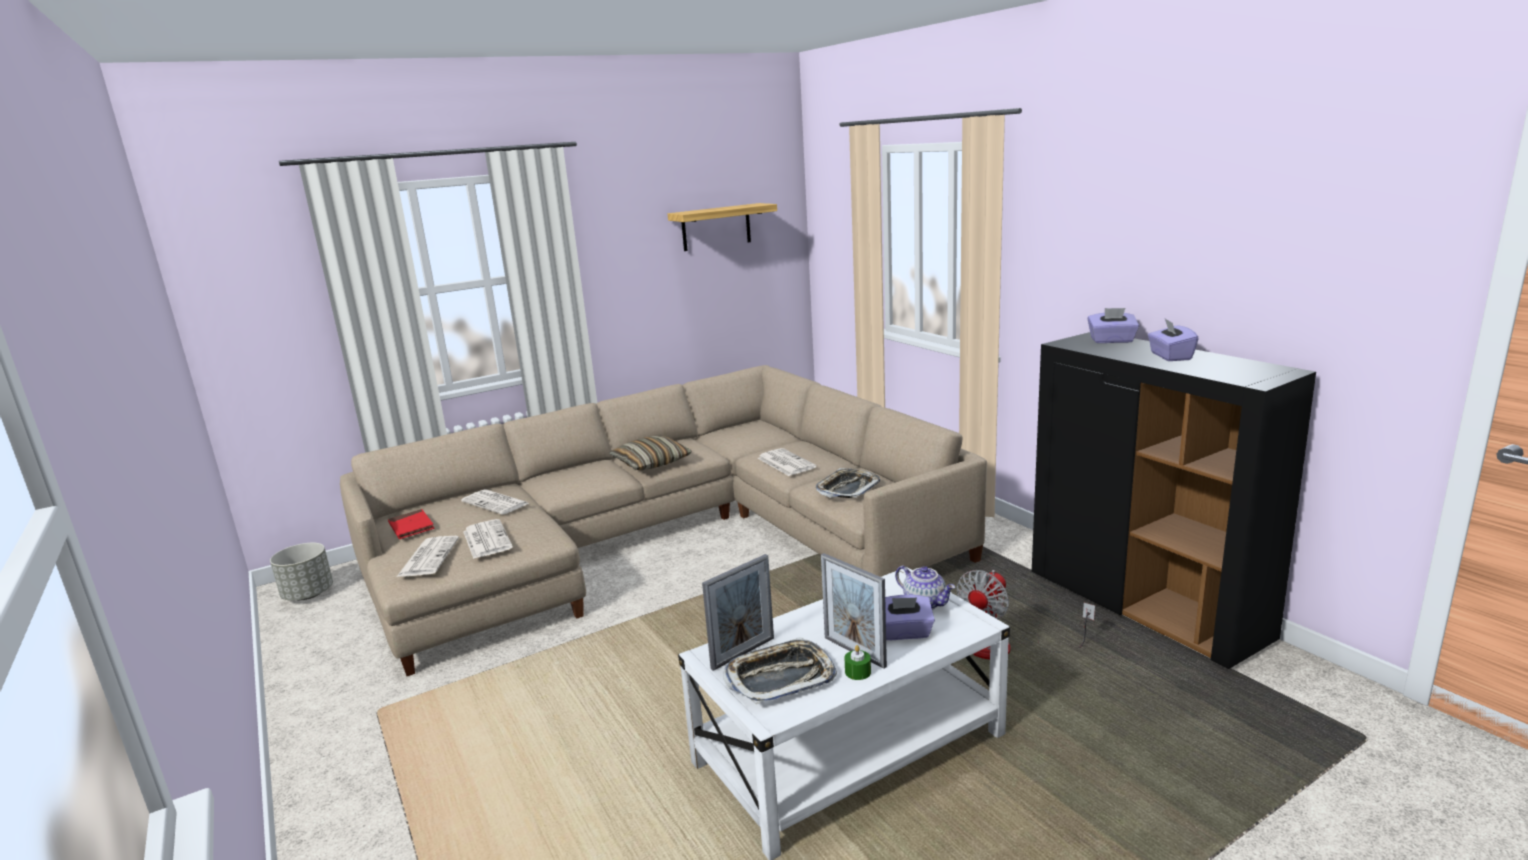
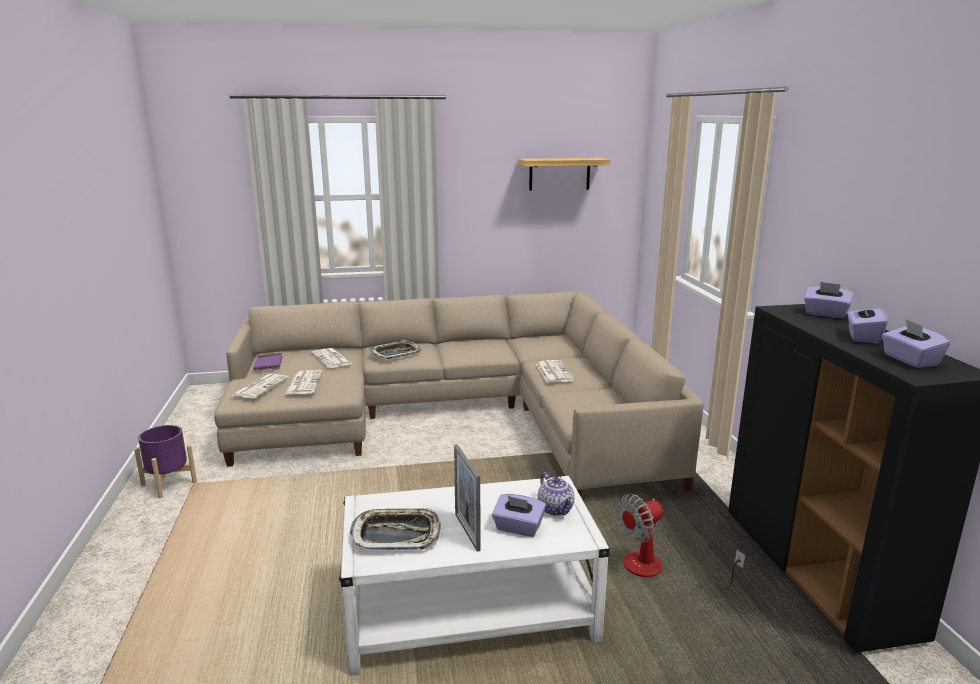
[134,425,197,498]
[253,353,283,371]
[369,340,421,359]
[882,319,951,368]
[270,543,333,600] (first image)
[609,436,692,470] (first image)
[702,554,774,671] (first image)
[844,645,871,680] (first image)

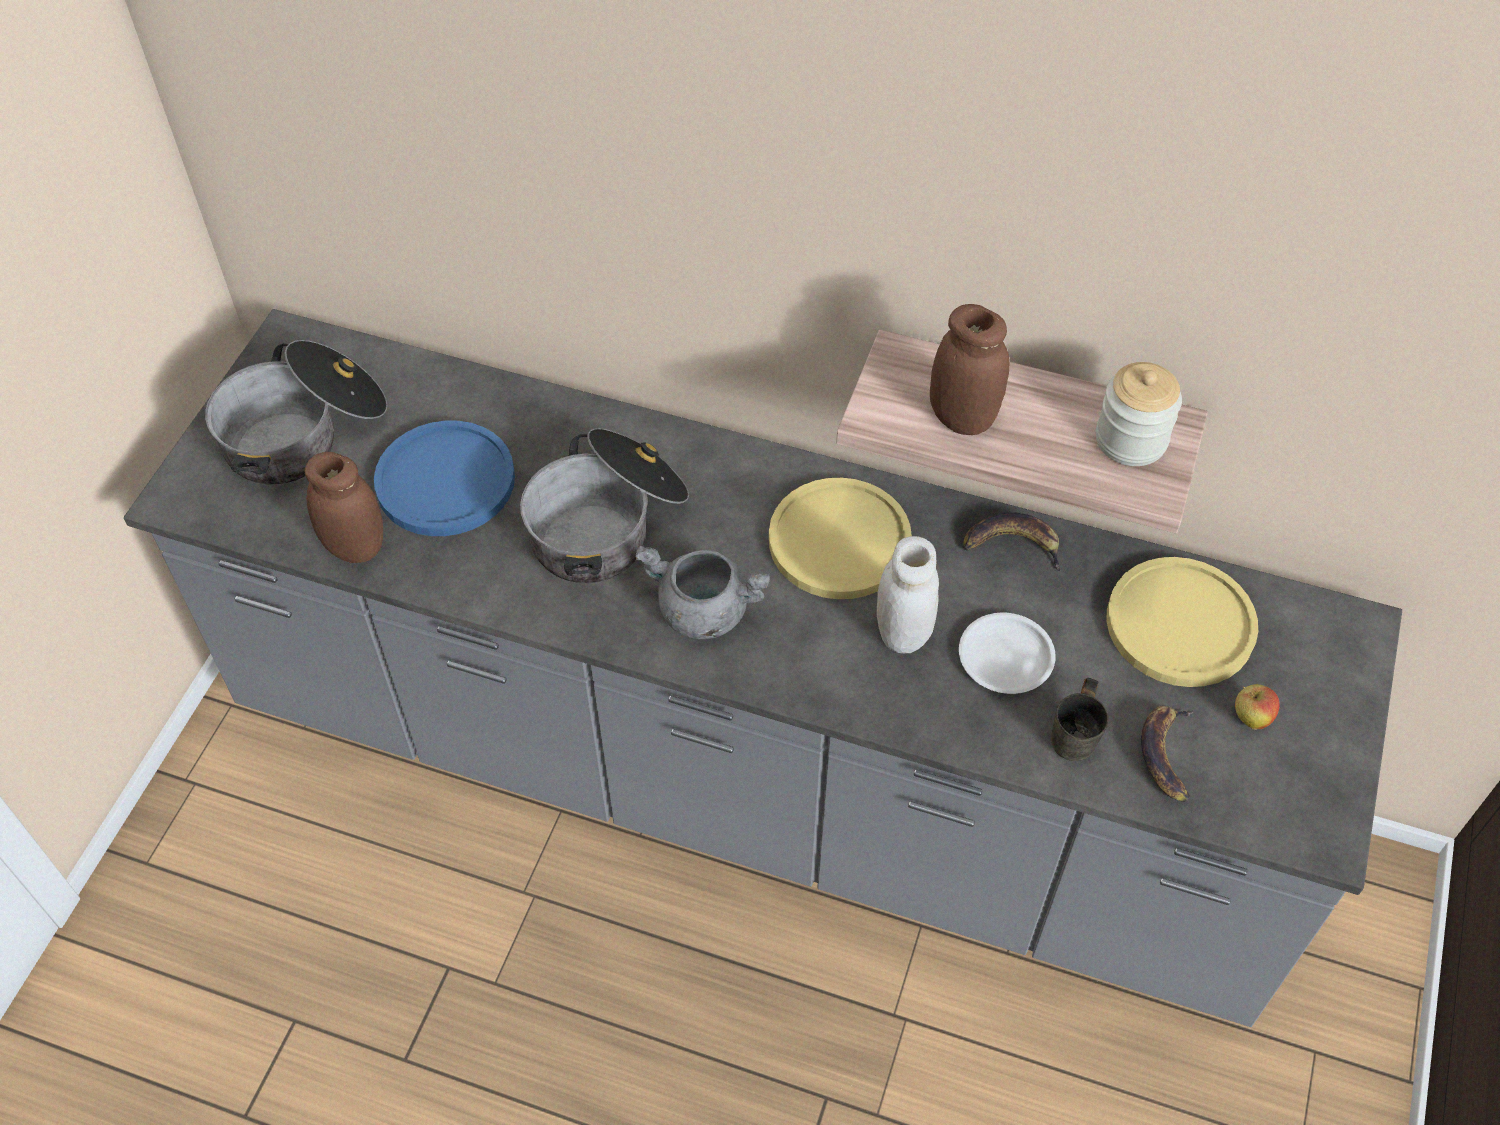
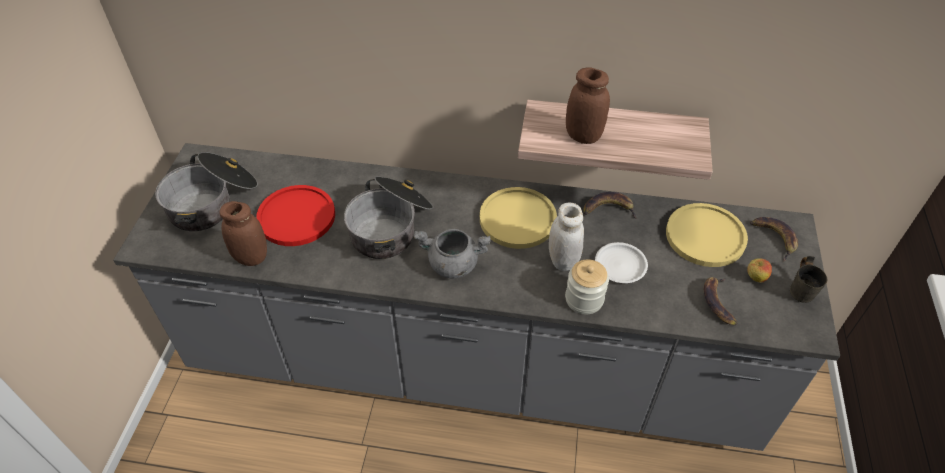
[256,185,335,246]
[565,259,609,314]
[750,217,798,262]
[790,256,827,303]

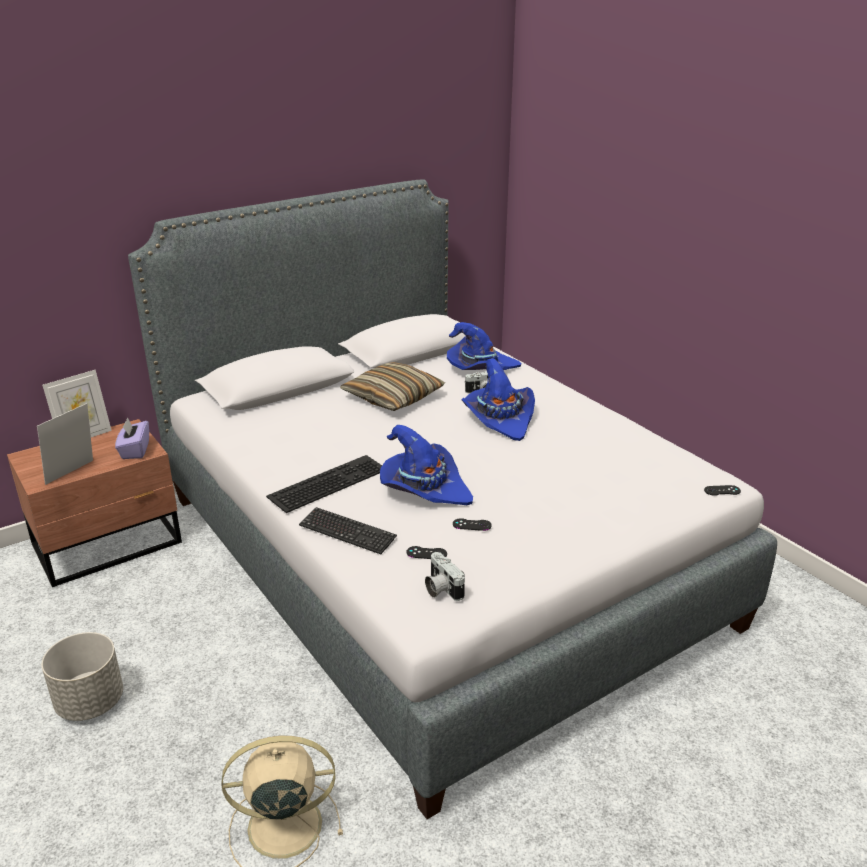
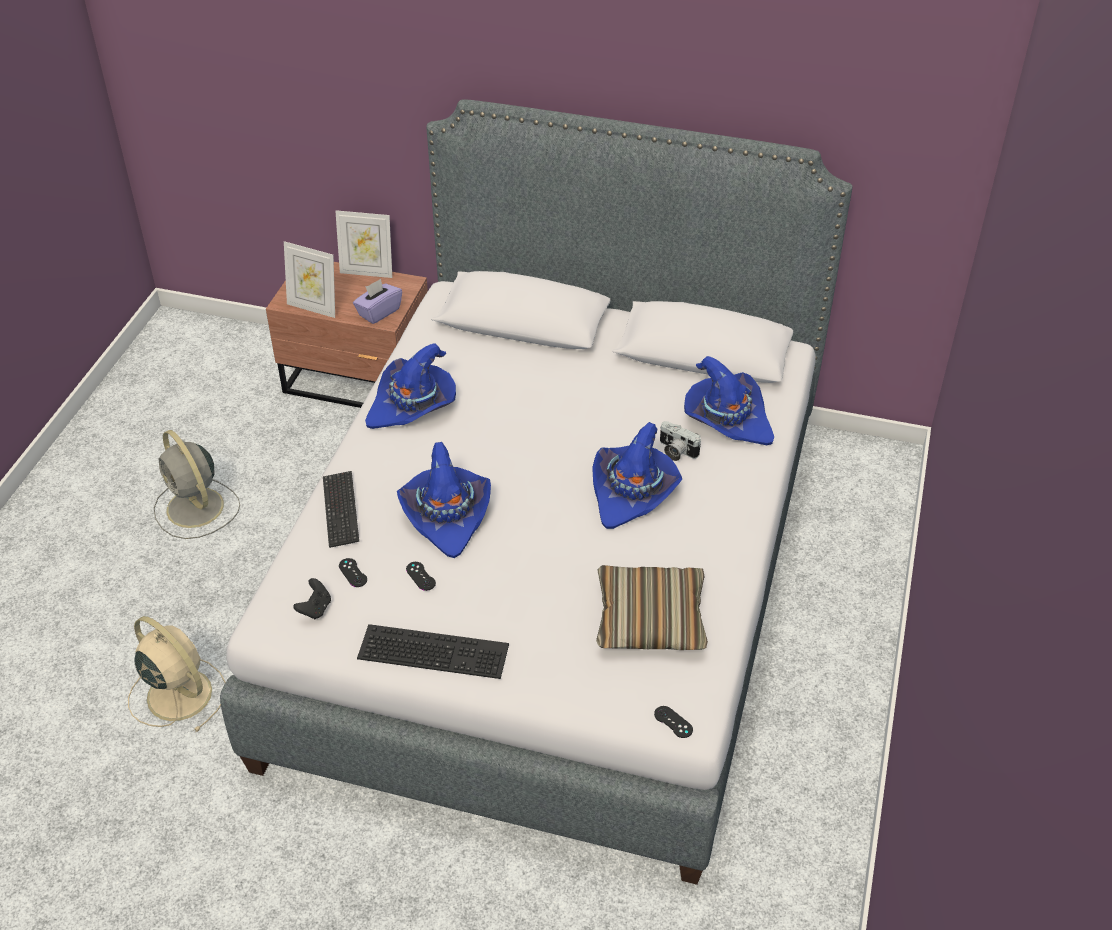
[154,430,240,539]
[284,241,335,318]
[293,578,331,619]
[357,624,509,679]
[365,343,456,429]
[596,565,708,650]

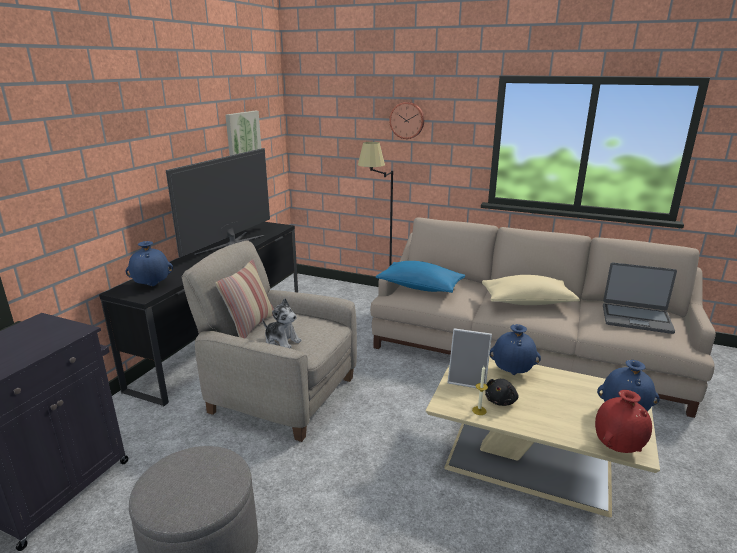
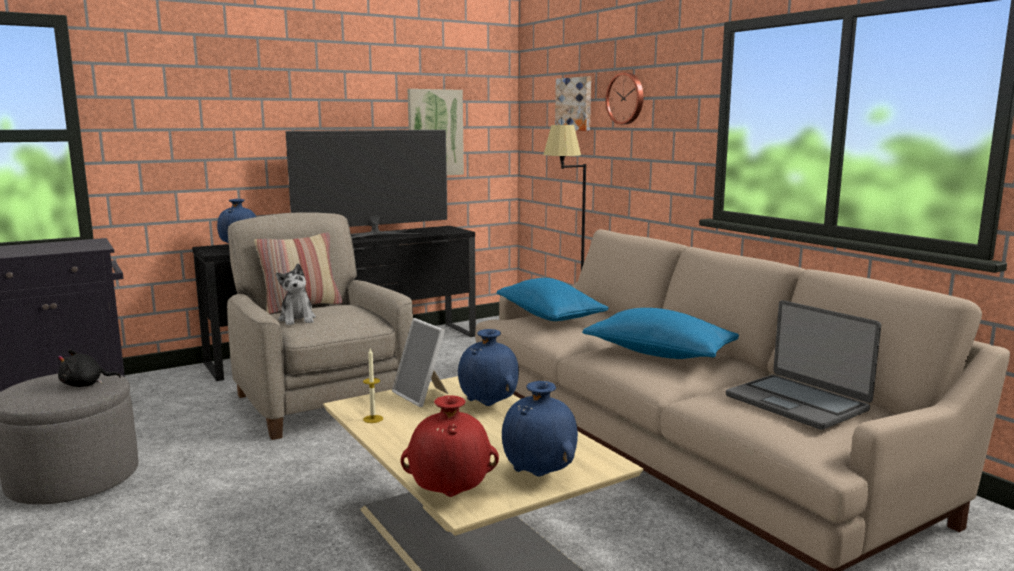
[58,350,121,387]
[555,76,591,131]
[582,308,739,359]

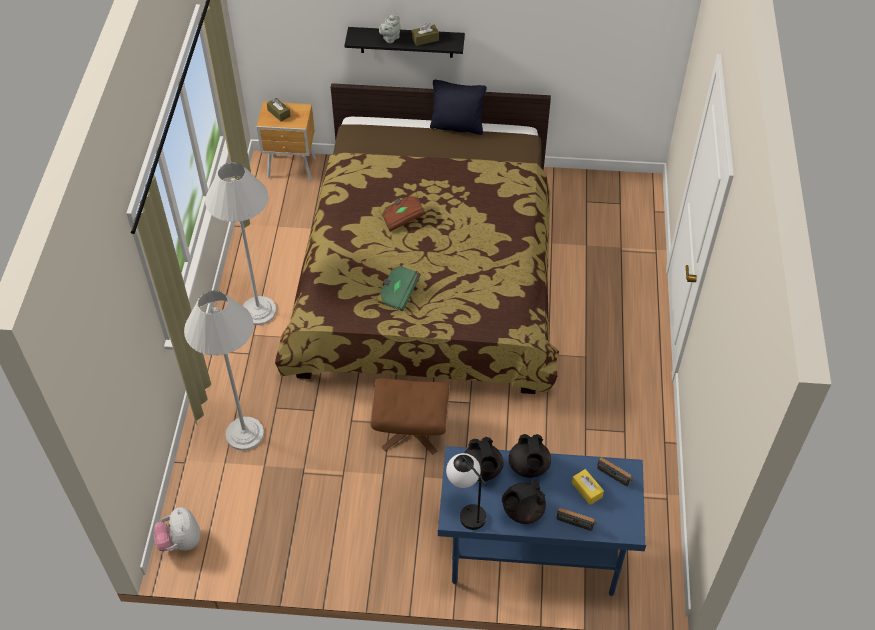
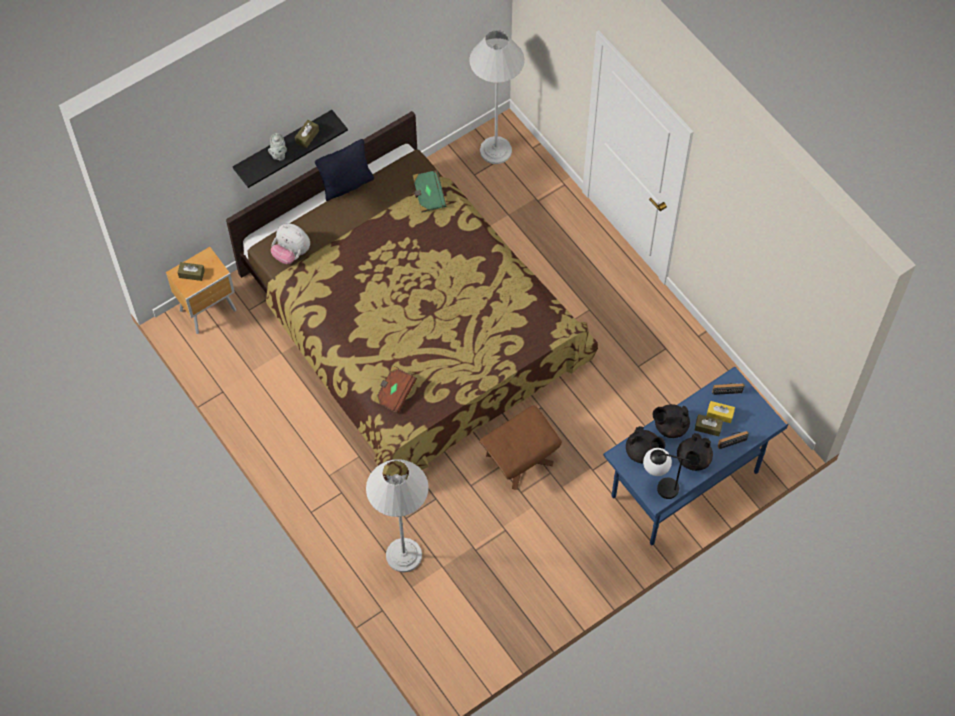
[271,224,310,264]
[374,366,417,413]
[413,170,446,212]
[469,30,525,164]
[653,404,690,438]
[695,414,723,436]

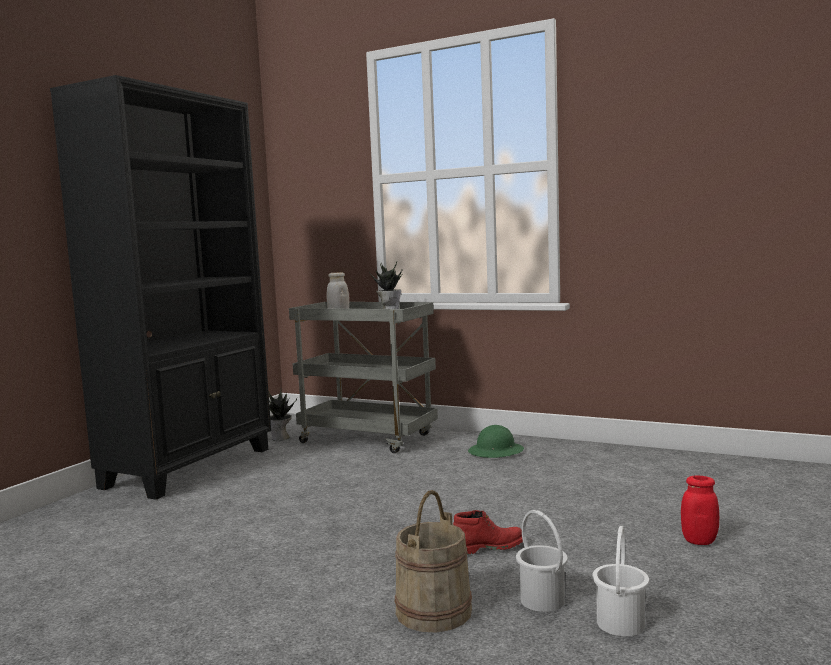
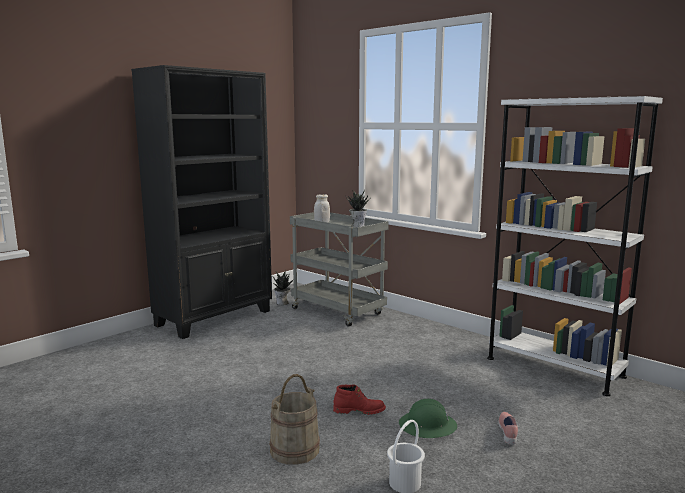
[399,399,457,438]
[487,96,663,396]
[498,412,518,445]
[516,510,568,612] (first image)

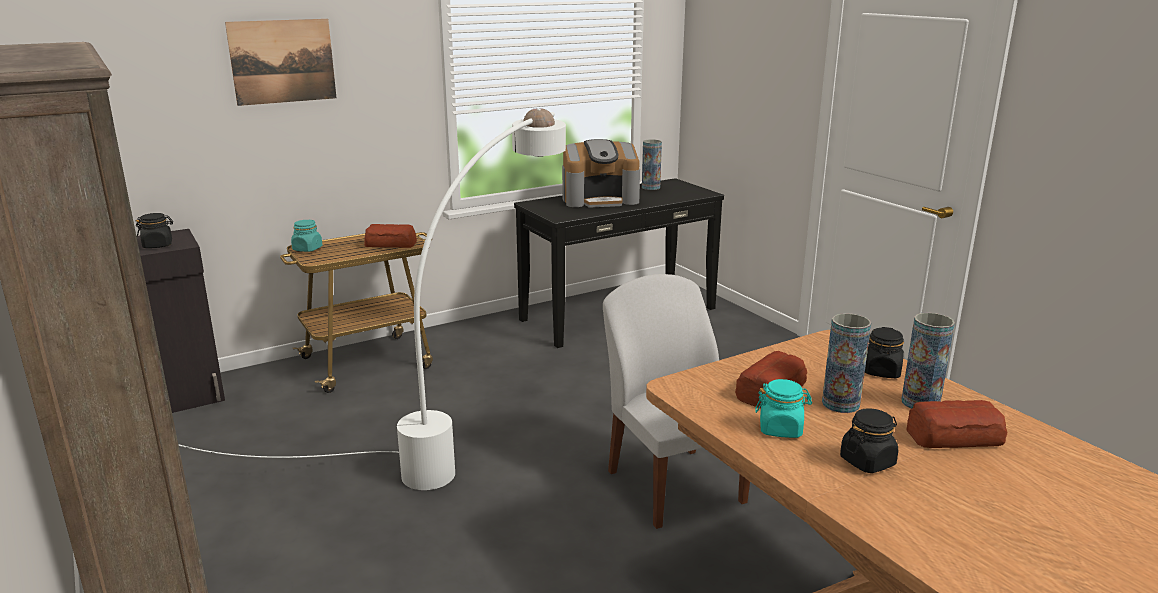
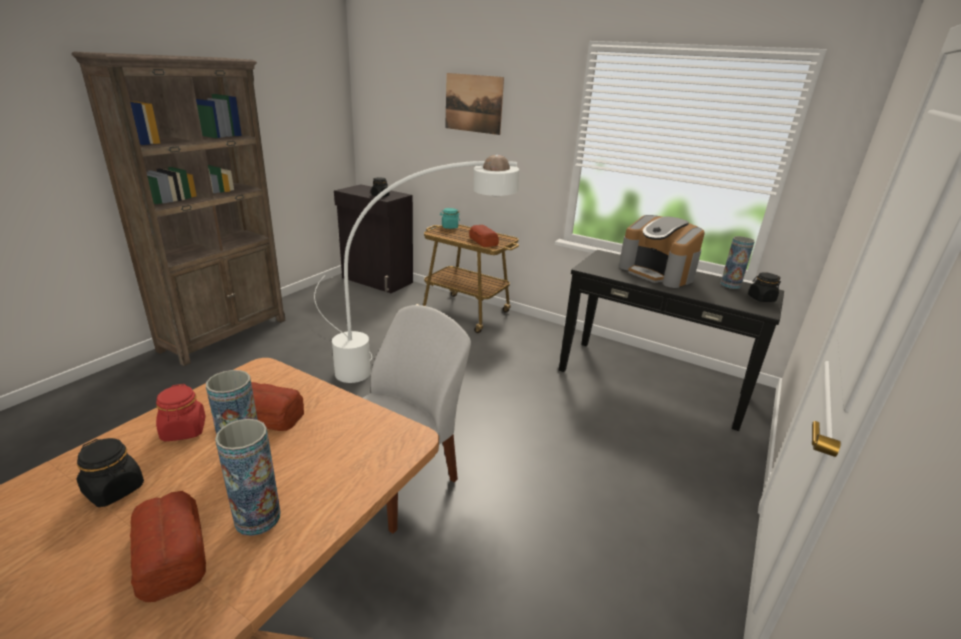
[156,384,206,442]
[748,272,781,302]

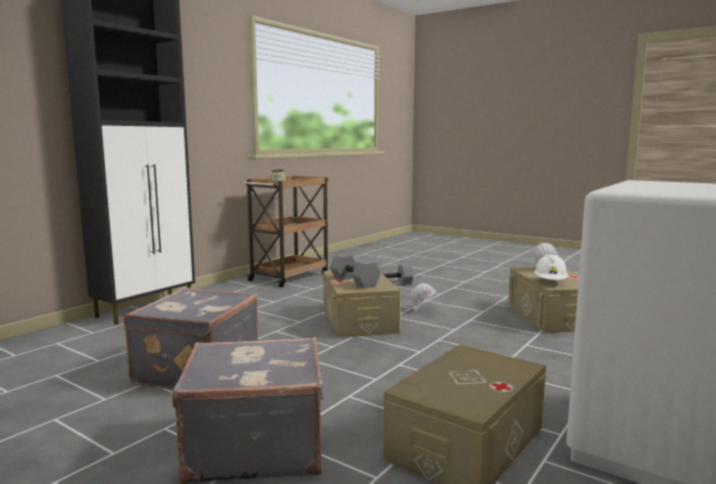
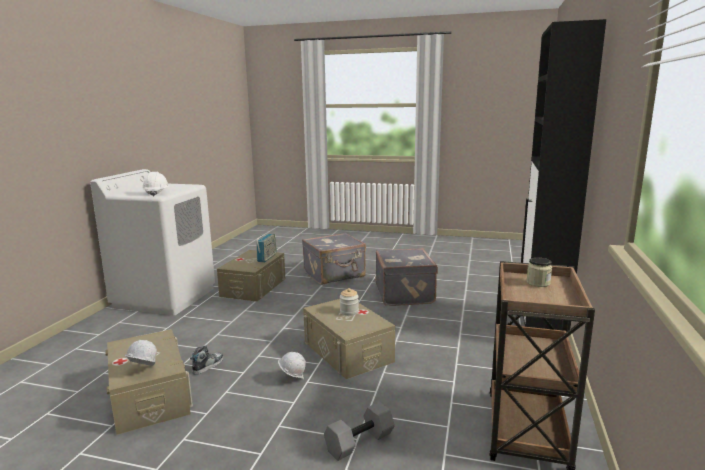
[142,172,170,197]
[190,346,224,375]
[256,233,277,262]
[340,288,359,316]

